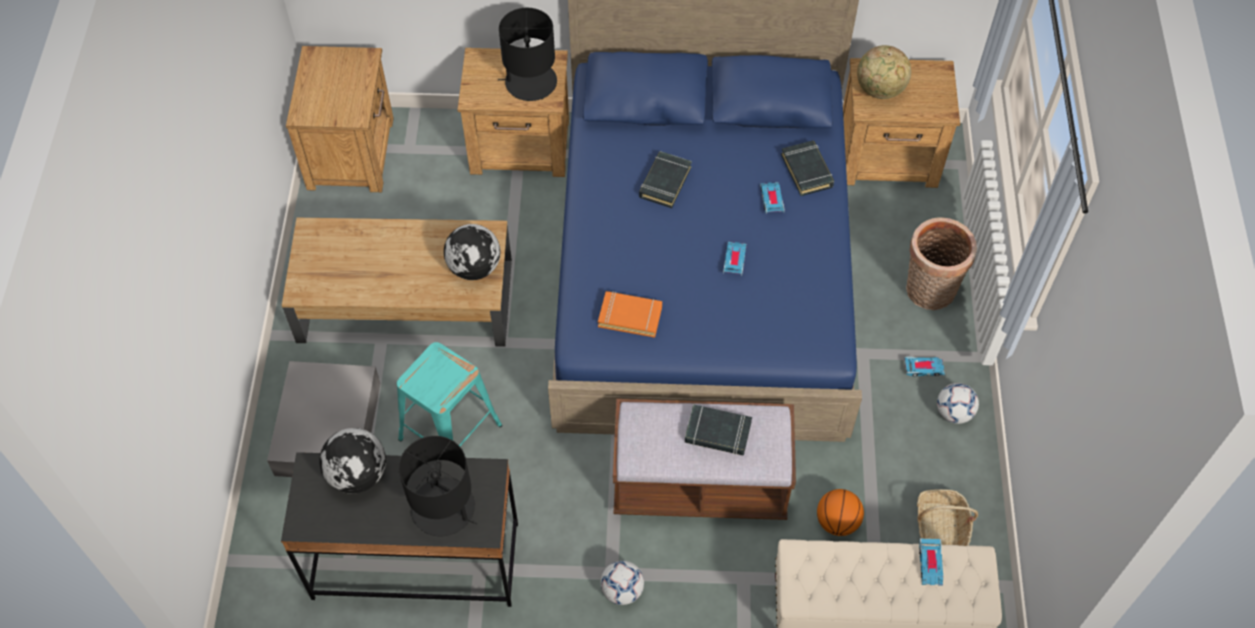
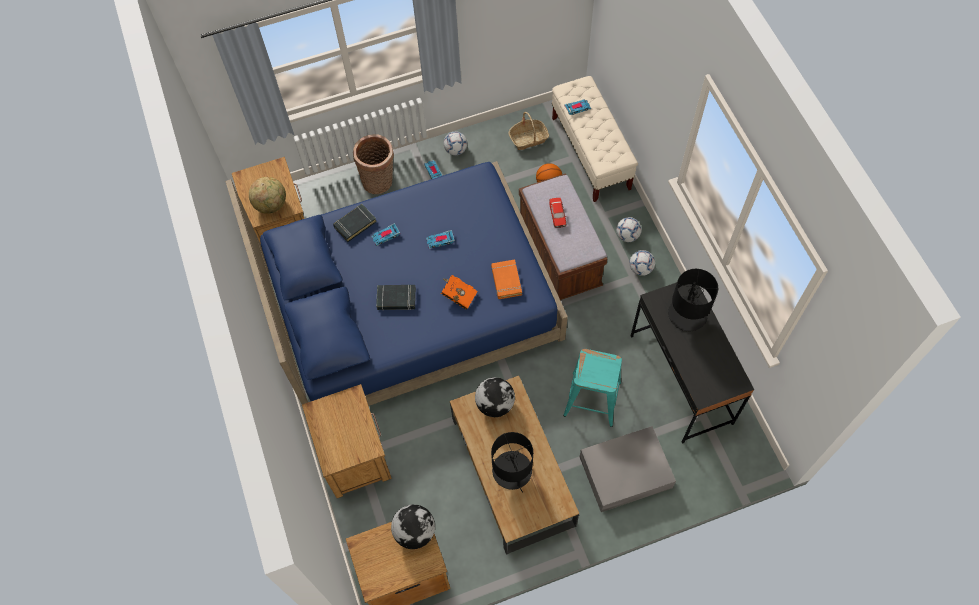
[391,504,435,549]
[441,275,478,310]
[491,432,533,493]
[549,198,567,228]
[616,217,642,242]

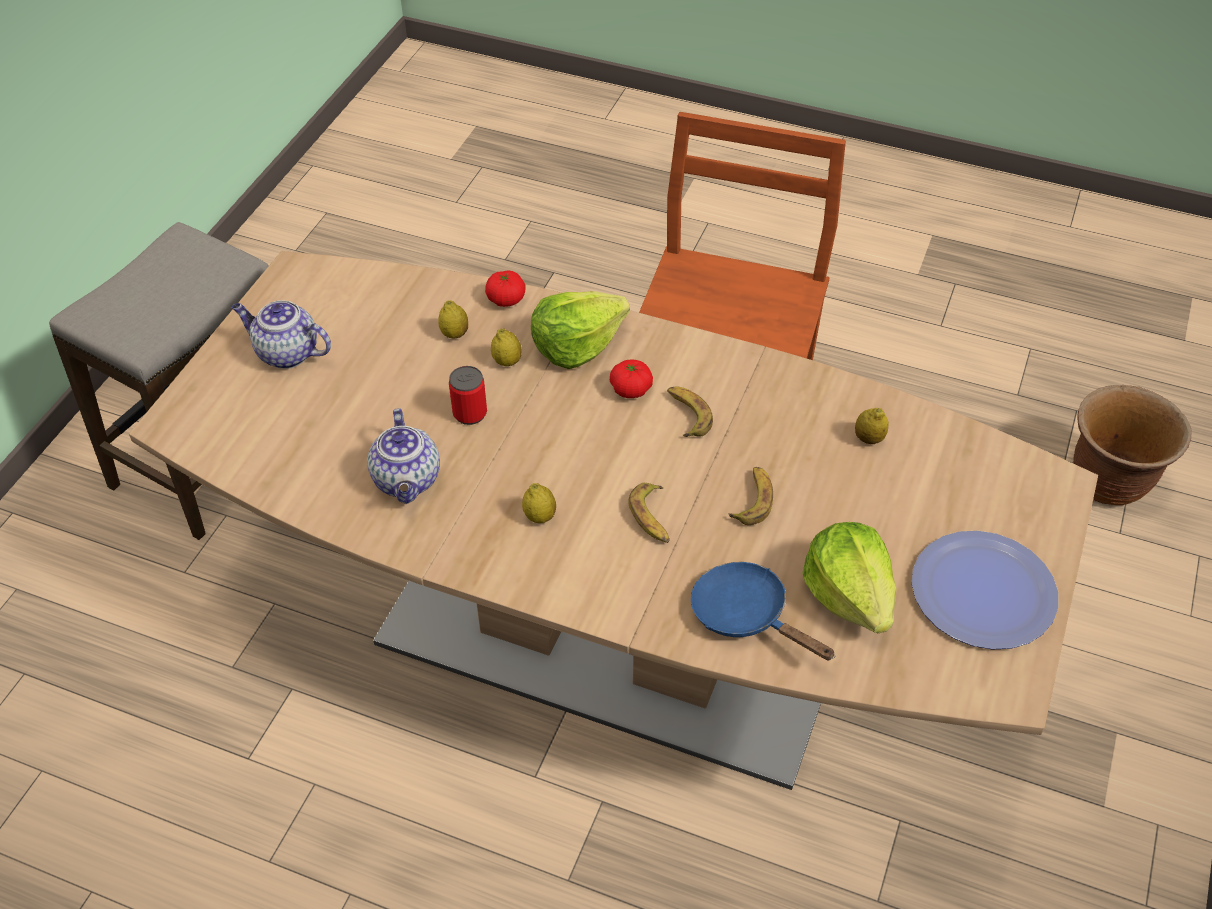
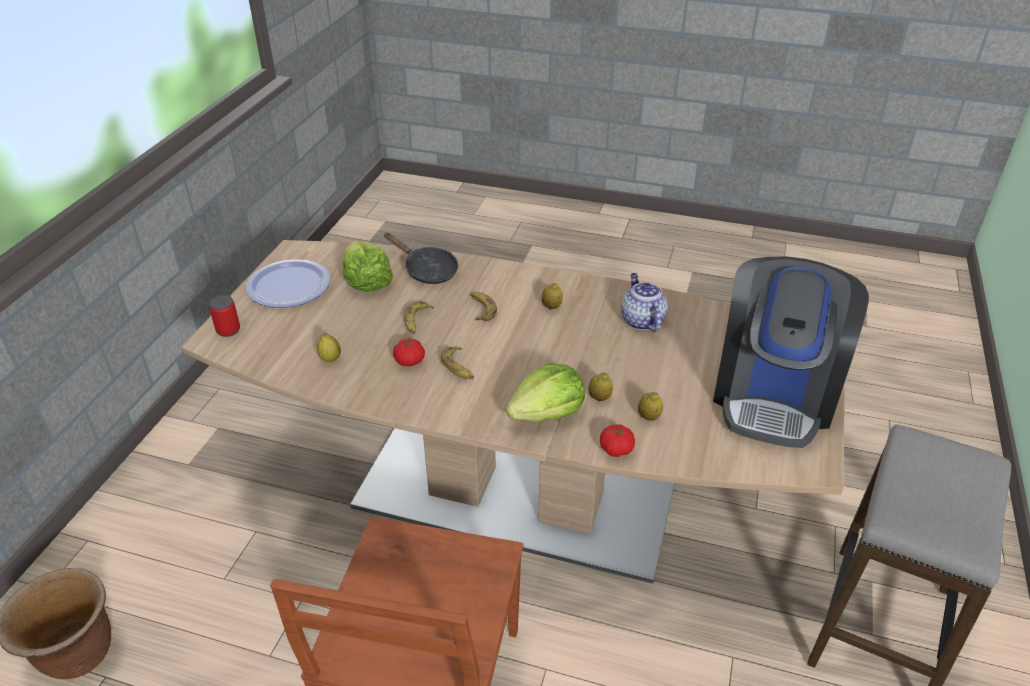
[209,295,240,337]
[384,233,458,284]
[393,339,425,366]
[713,257,869,448]

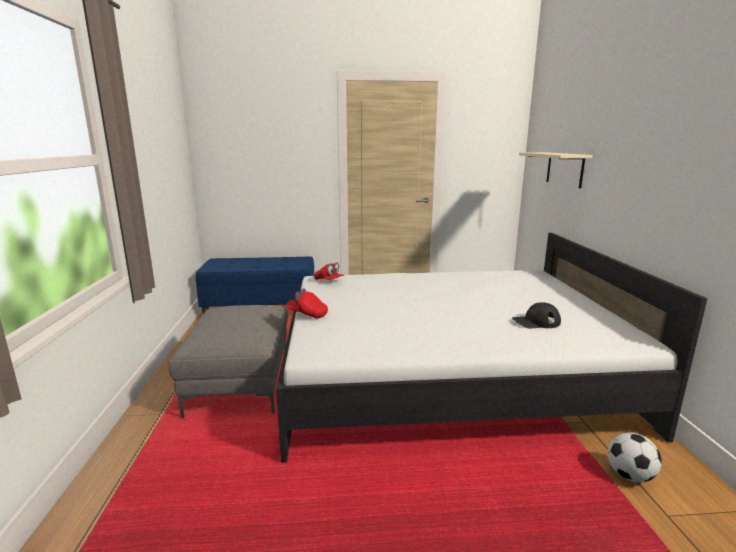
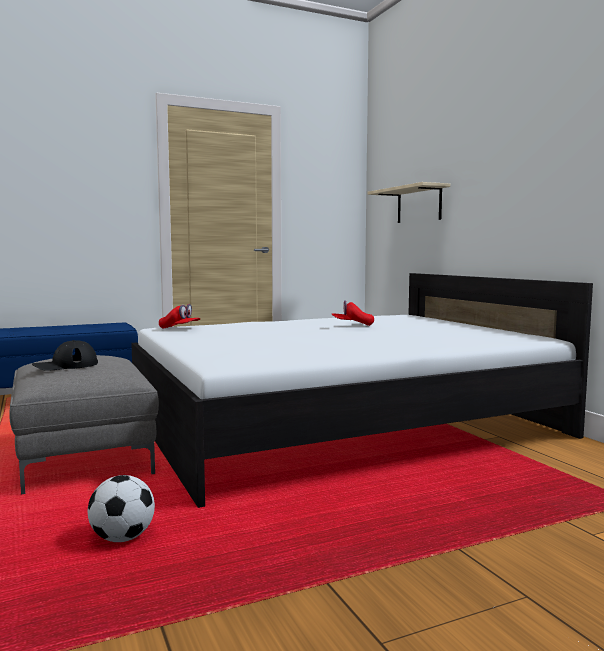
[32,340,98,371]
[88,475,155,542]
[332,300,374,326]

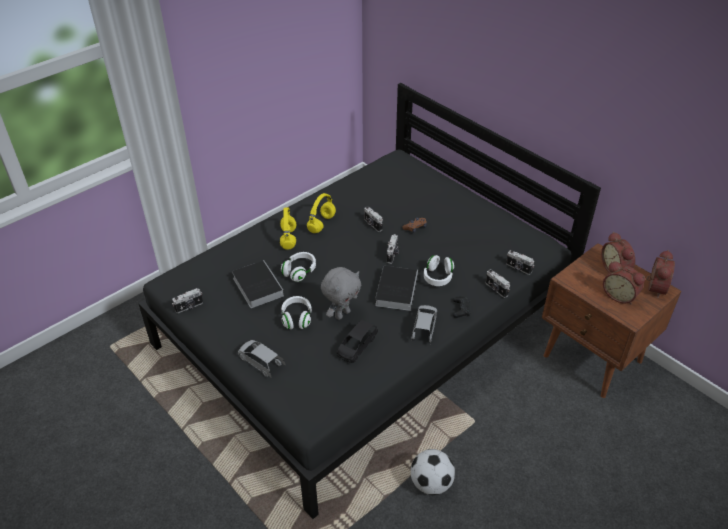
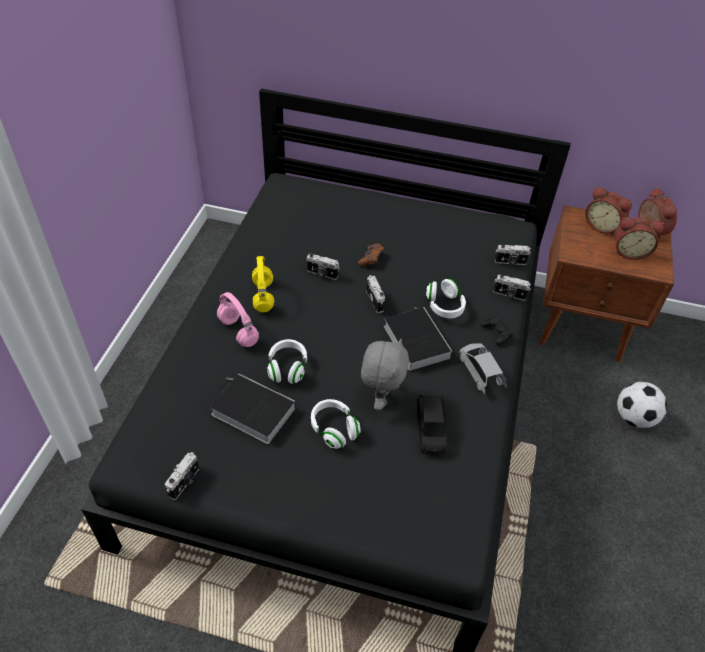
[217,292,259,347]
[617,382,667,428]
[238,340,286,377] (first image)

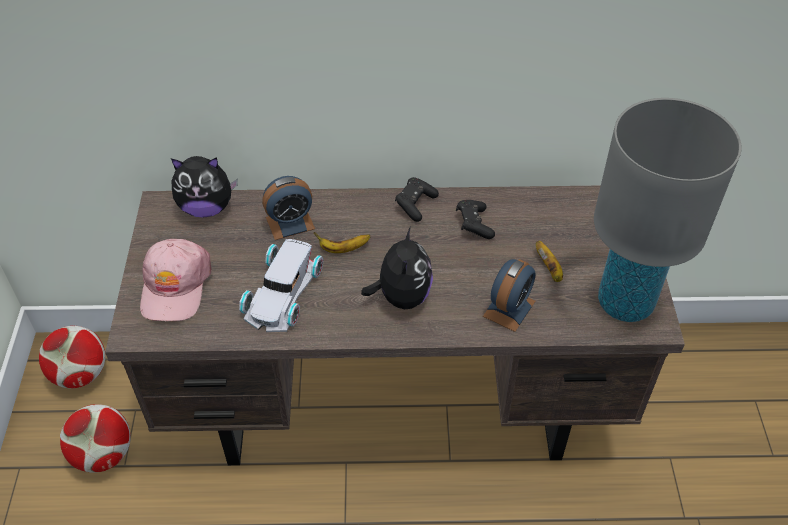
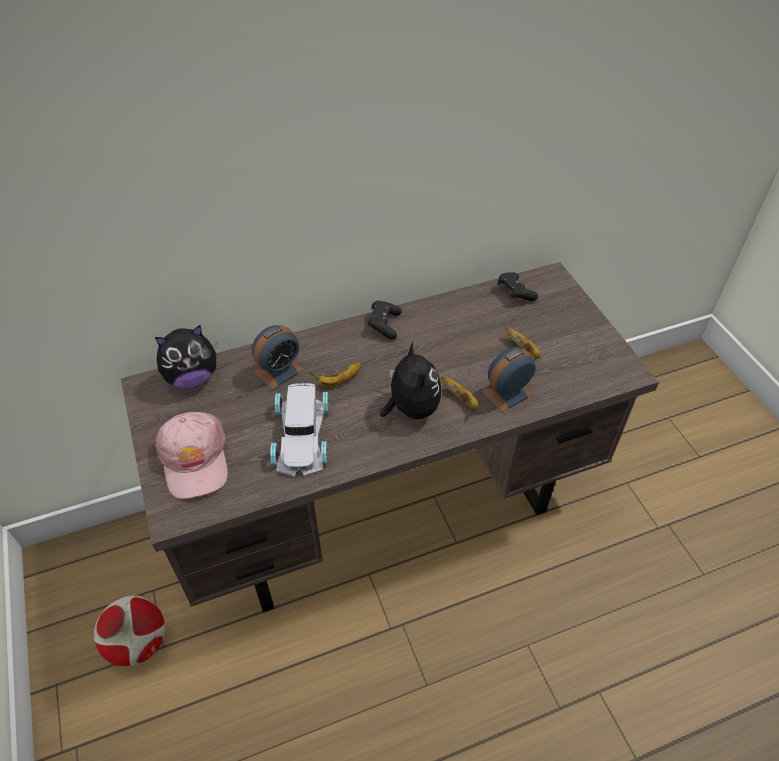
[441,376,478,410]
[481,347,536,412]
[498,272,538,301]
[39,326,105,388] (first image)
[594,98,741,322] (first image)

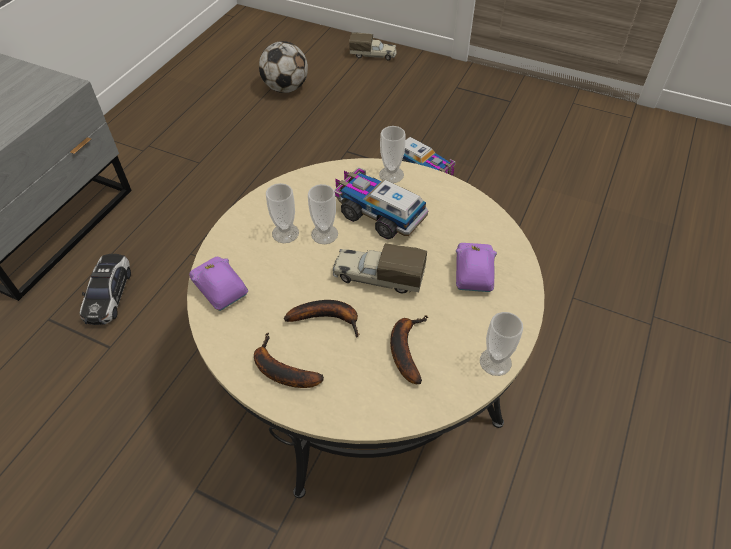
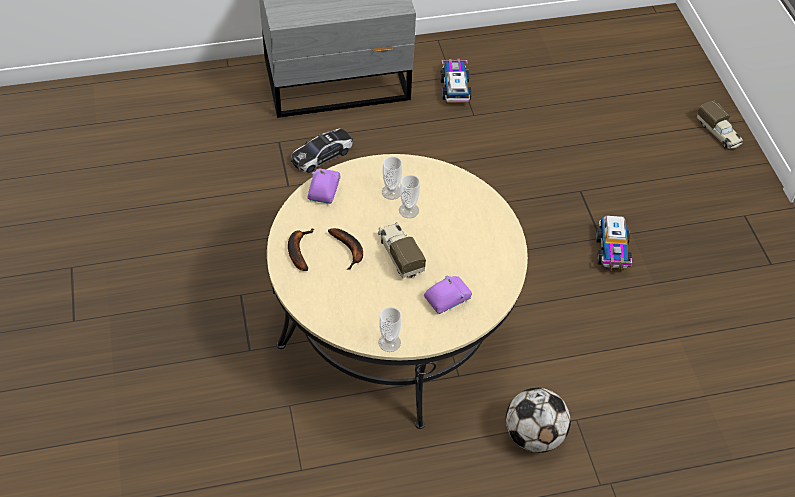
[440,57,471,103]
[506,388,571,453]
[379,126,406,183] (first image)
[390,315,429,384] (first image)

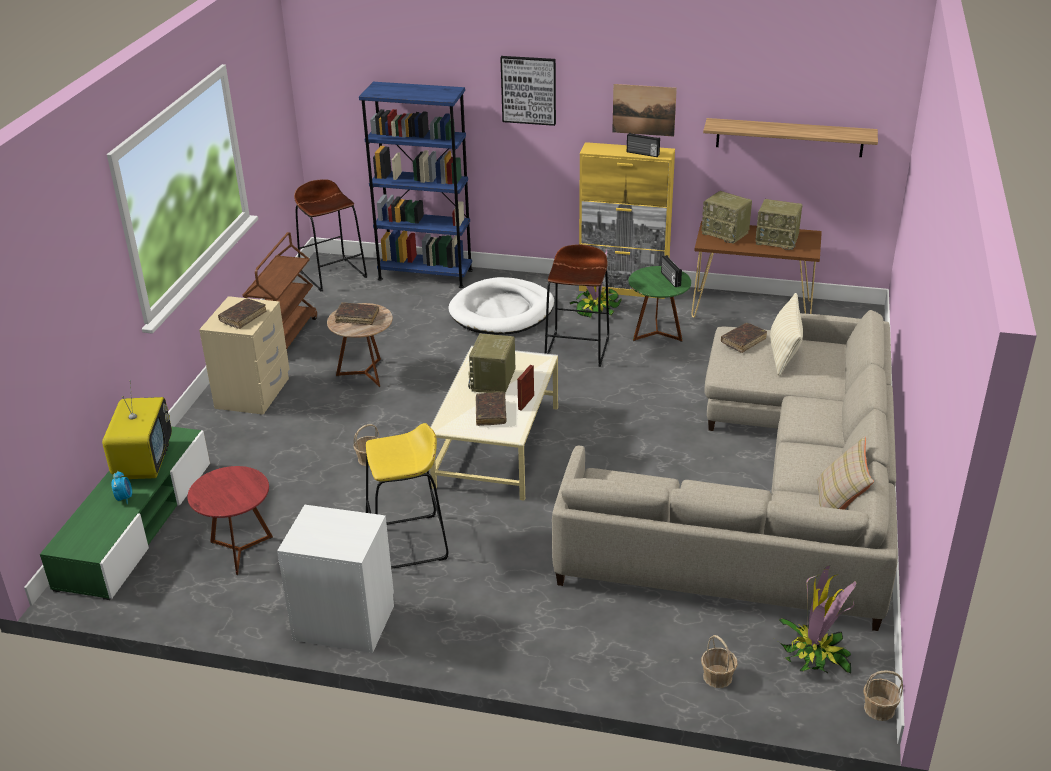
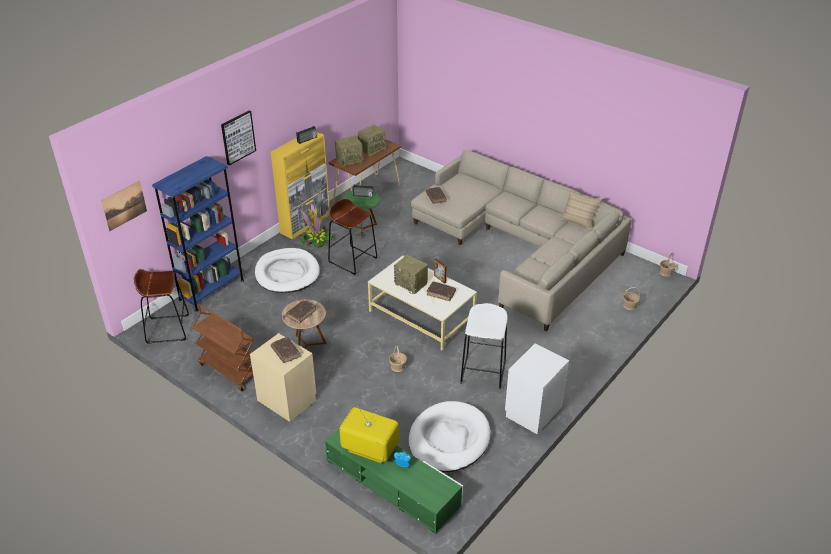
[101,180,147,231]
[409,401,490,472]
[460,303,508,389]
[703,118,878,157] (first image)
[770,293,803,376] (first image)
[779,566,856,673] (first image)

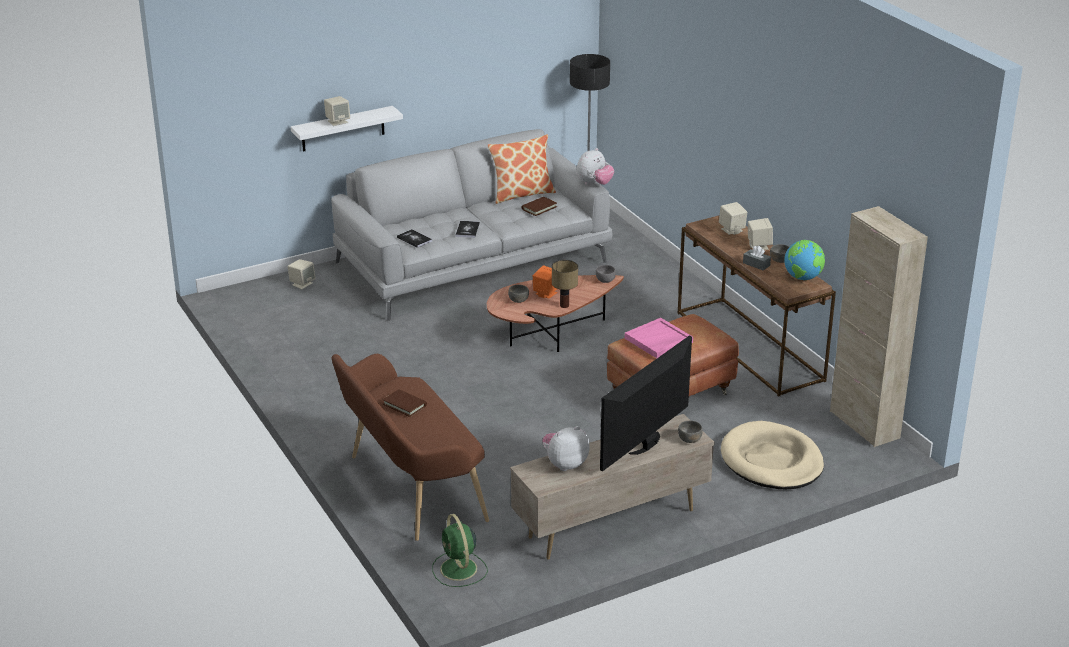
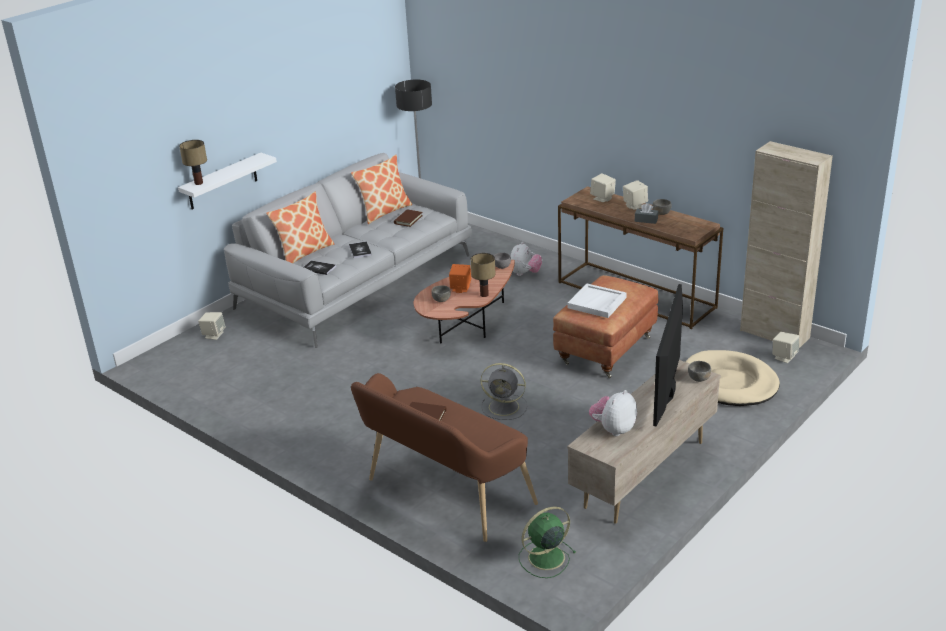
[179,140,207,185]
[266,192,334,263]
[481,363,528,420]
[510,242,542,276]
[519,507,576,578]
[568,283,626,318]
[773,332,799,363]
[784,240,825,280] (first image)

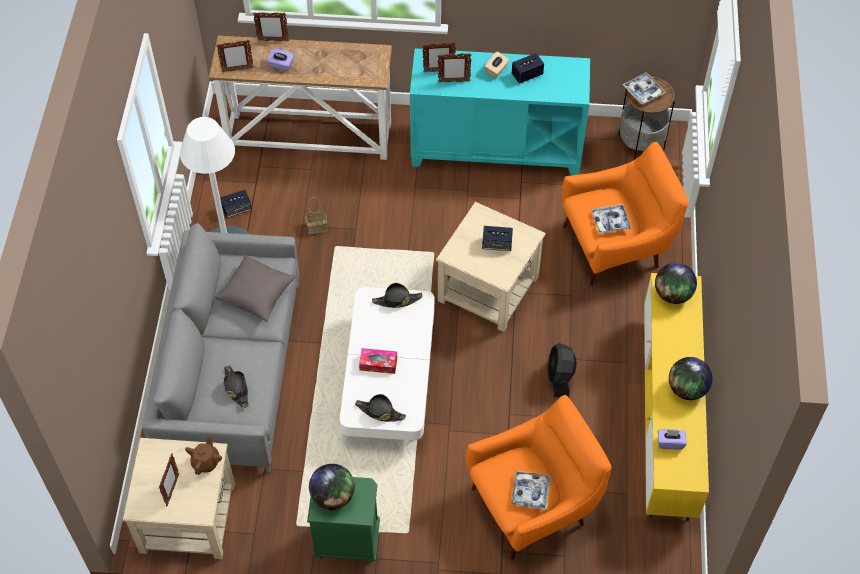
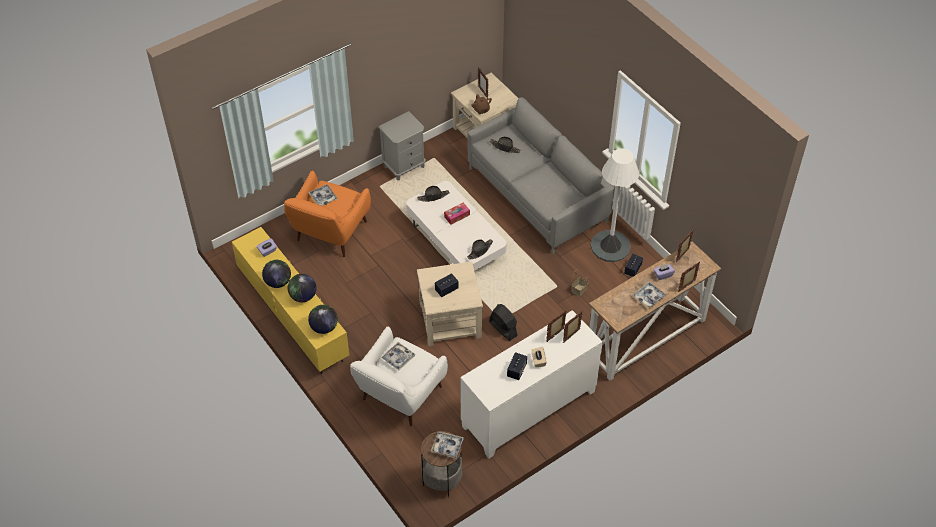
[288,274,316,302]
[350,327,448,426]
[379,111,426,181]
[460,310,603,458]
[489,304,518,341]
[632,282,667,309]
[215,255,296,322] (first image)

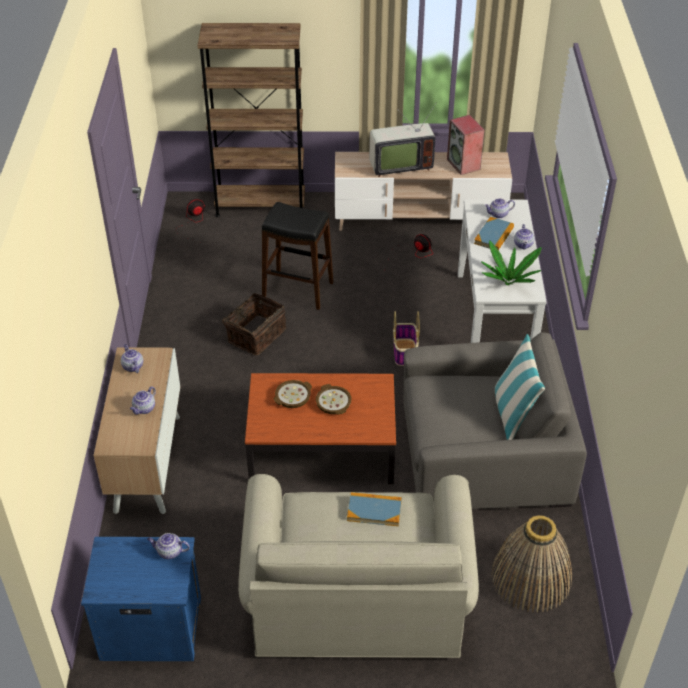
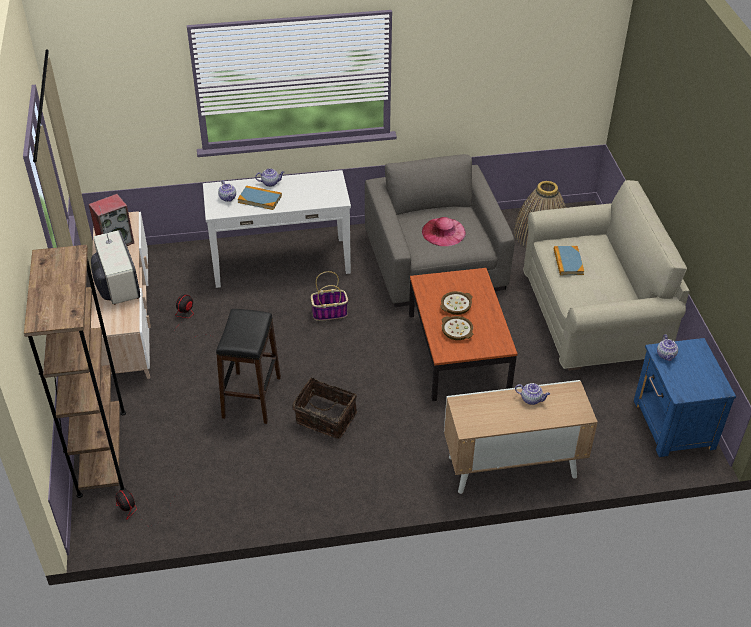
[422,217,466,246]
[121,344,143,373] (first image)
[481,240,542,285] (first image)
[495,334,545,440] (first image)

